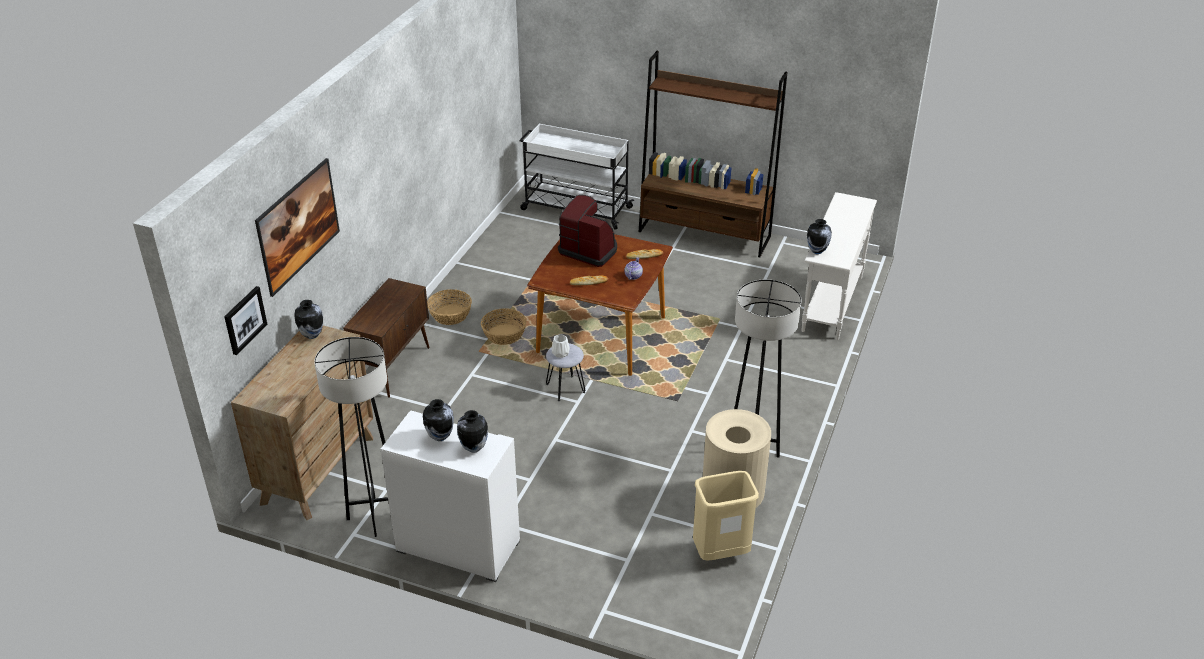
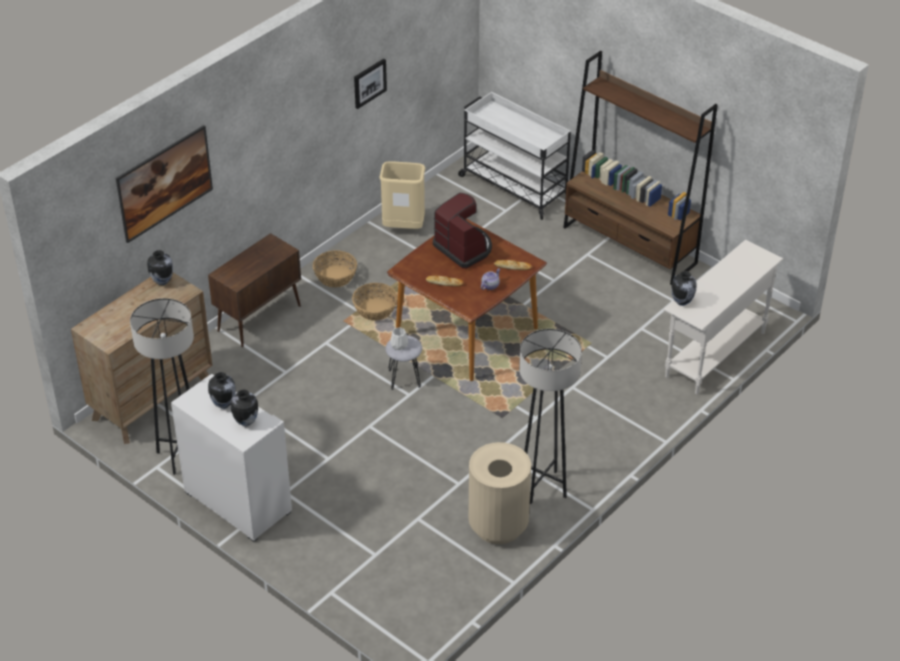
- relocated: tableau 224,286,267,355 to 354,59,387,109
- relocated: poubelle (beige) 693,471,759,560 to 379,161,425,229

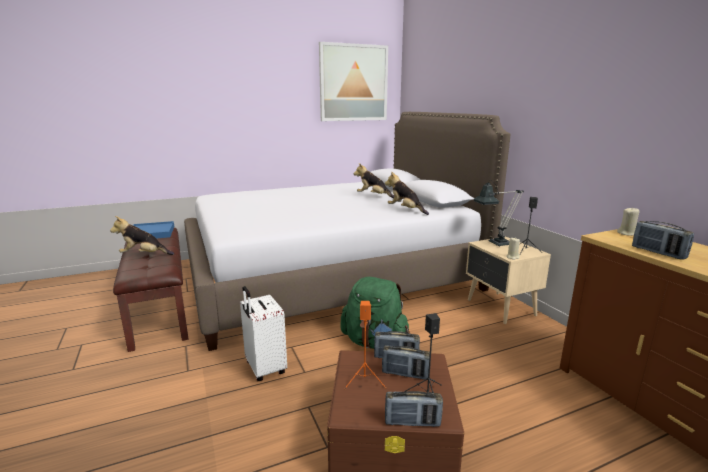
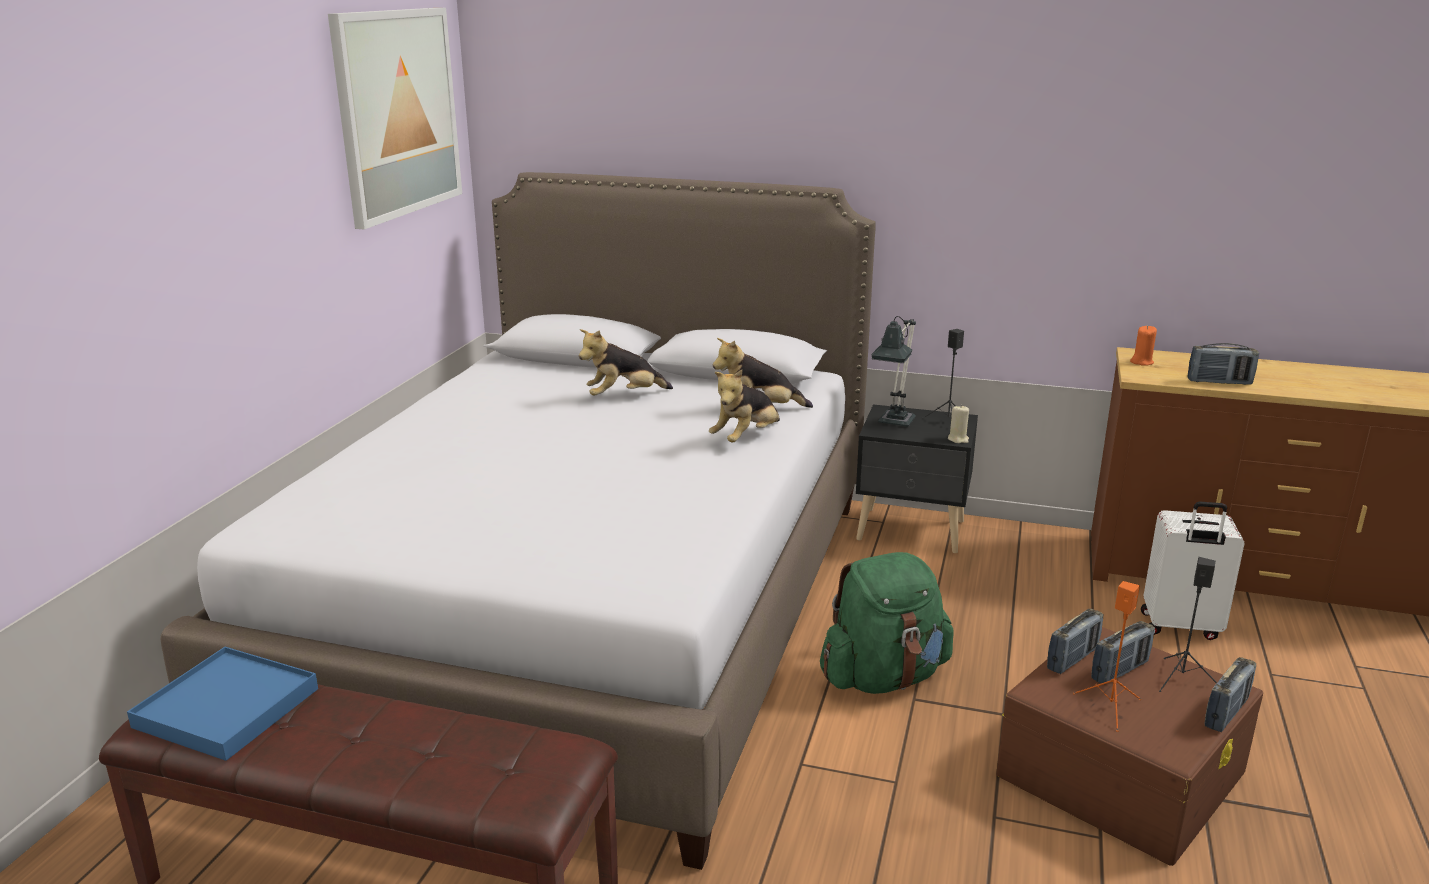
- relocated: peluche 110,216,174,255 to 709,370,780,442
- relocated: valise (blanc) 240,286,287,381 to 1141,502,1245,640
- colour: table de chevet (beige) 466,237,551,324 to table de chevet (noir) 856,405,978,553
- colour: bougie (beige) 617,207,639,236 to bougie (orange) 1130,325,1157,366

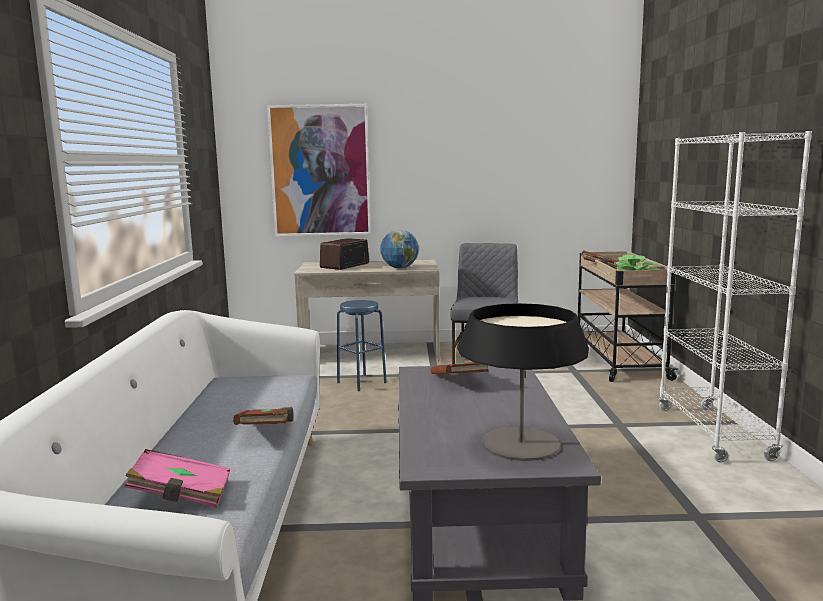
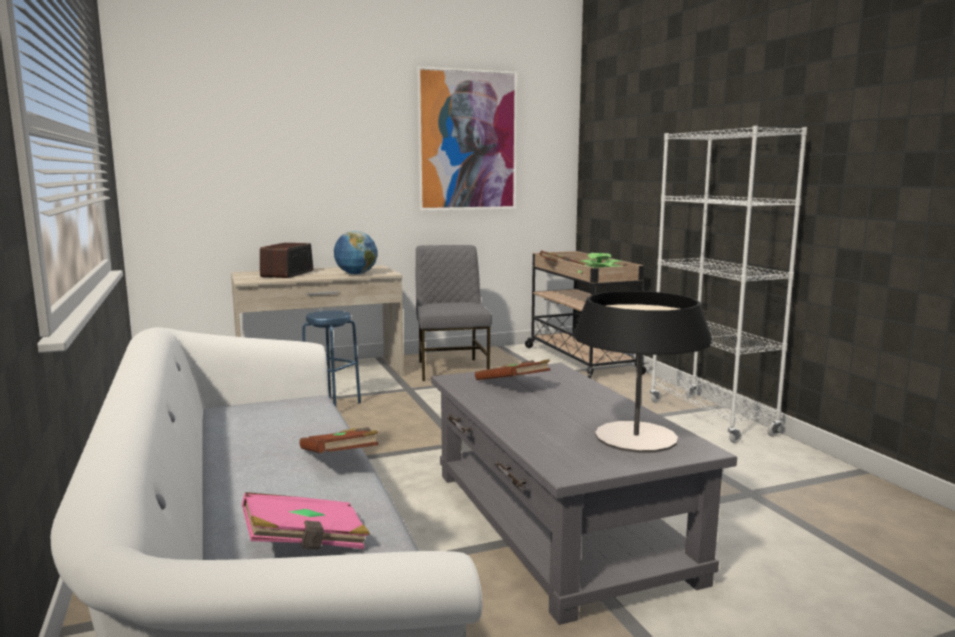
- relocated: tableau 267,104,371,236 to 417,66,517,211

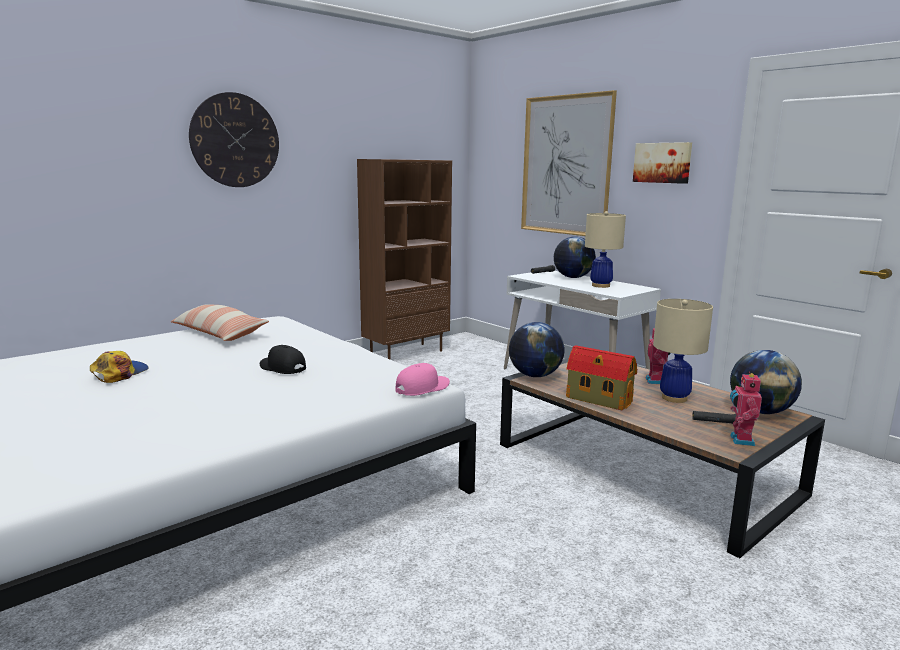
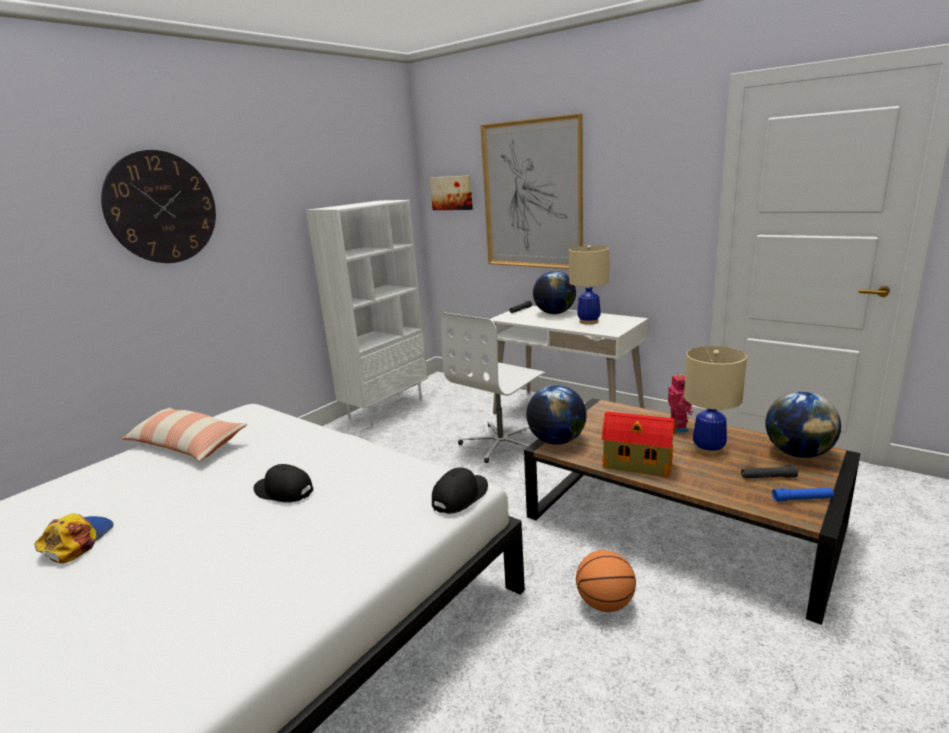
- colour: bibliothèque (marron) 357,159,452,360 to bibliothèque (blanc) 306,200,428,426
- colour: casquette (rose) 395,363,450,396 to casquette (noir) 432,467,488,514
- relocated: tableau 633,142,692,184 to 430,175,473,210
- exchanged: robot jouet 730,372,762,446 to lampe de poche (bleu) 772,488,834,502
- appeared: chaise de bureau (blanc) 441,312,545,463
- appeared: ballon de basket 576,550,636,612

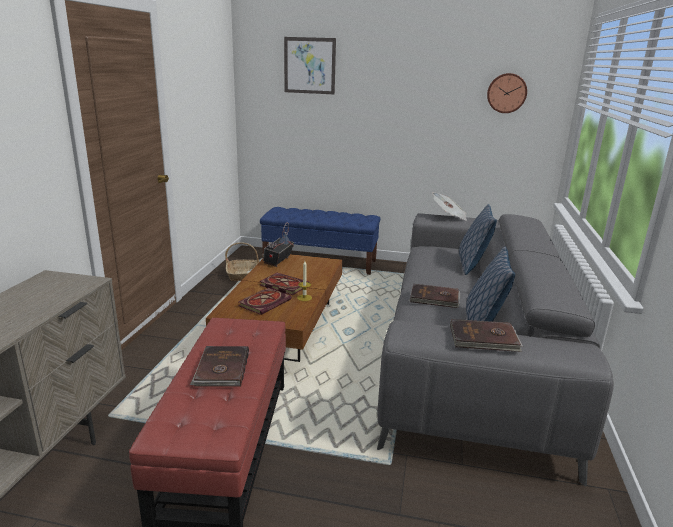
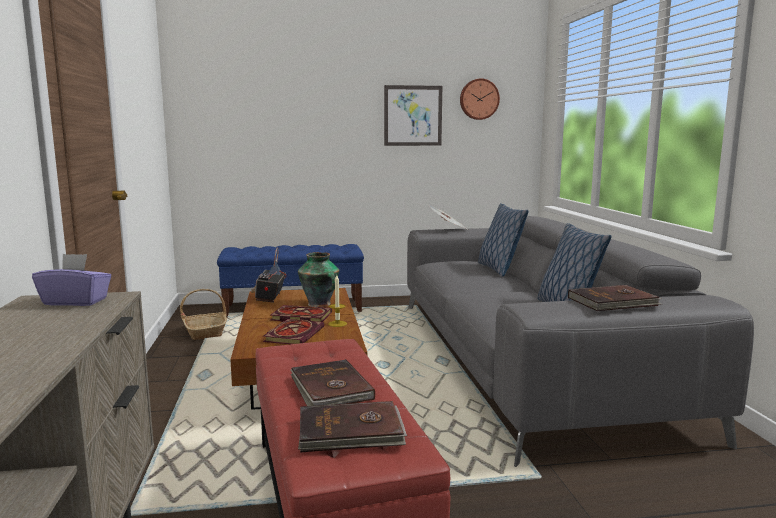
- relocated: tableau 284,37,336,94 to 384,85,442,146
- relocated: livre (marron) 409,284,460,308 to 298,401,407,453
- appeared: boîte à mouchoirs (violet) 32,254,111,306
- appeared: vase 298,252,339,307

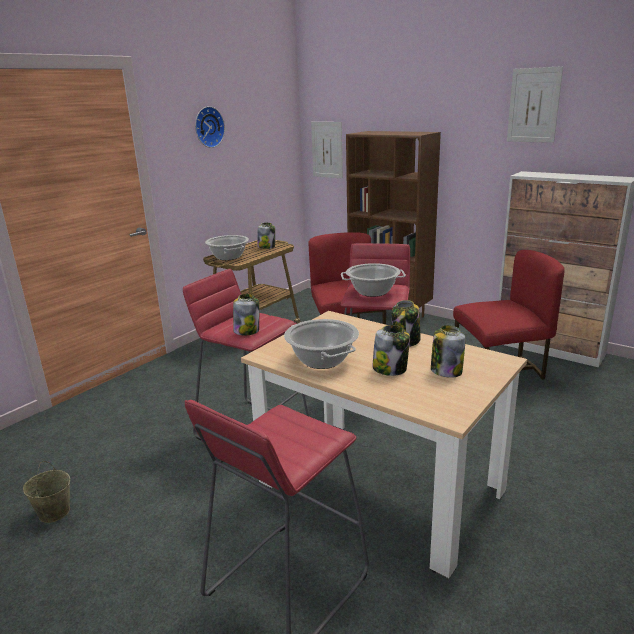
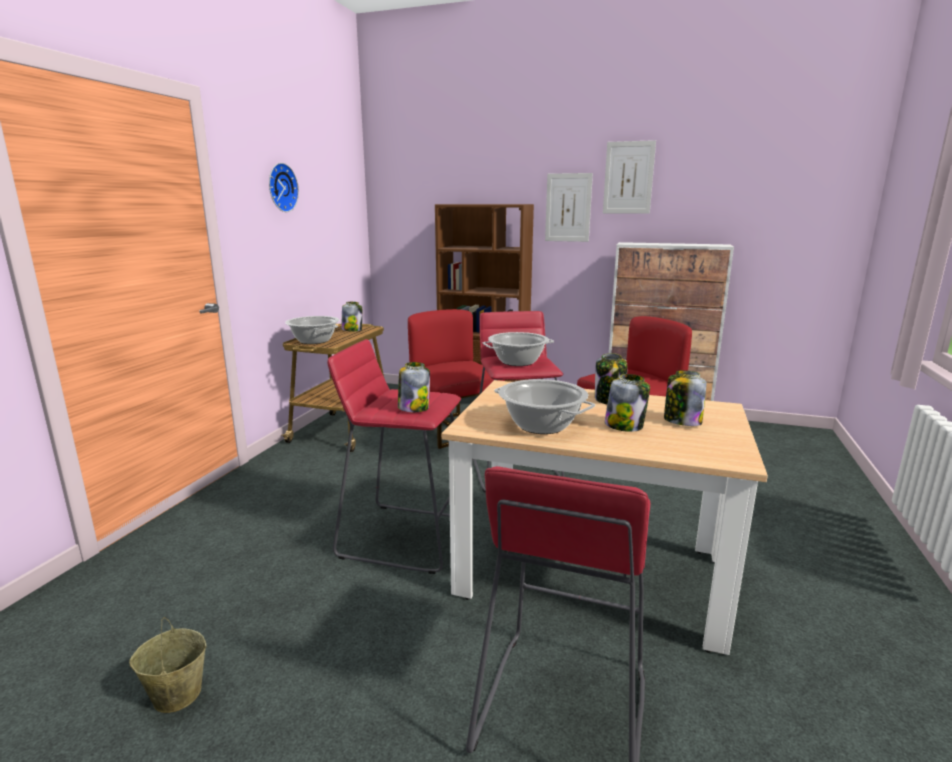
- relocated: tableau 311,122,343,178 to 545,173,593,242

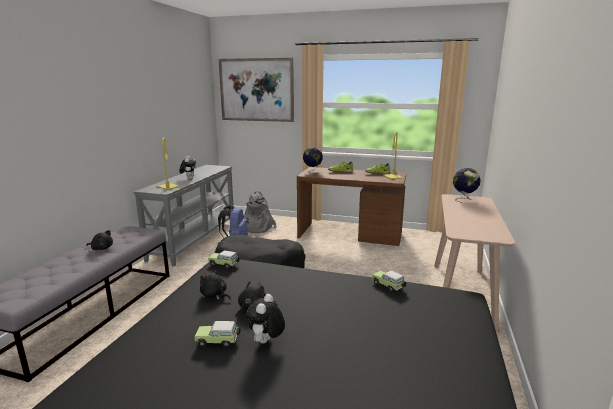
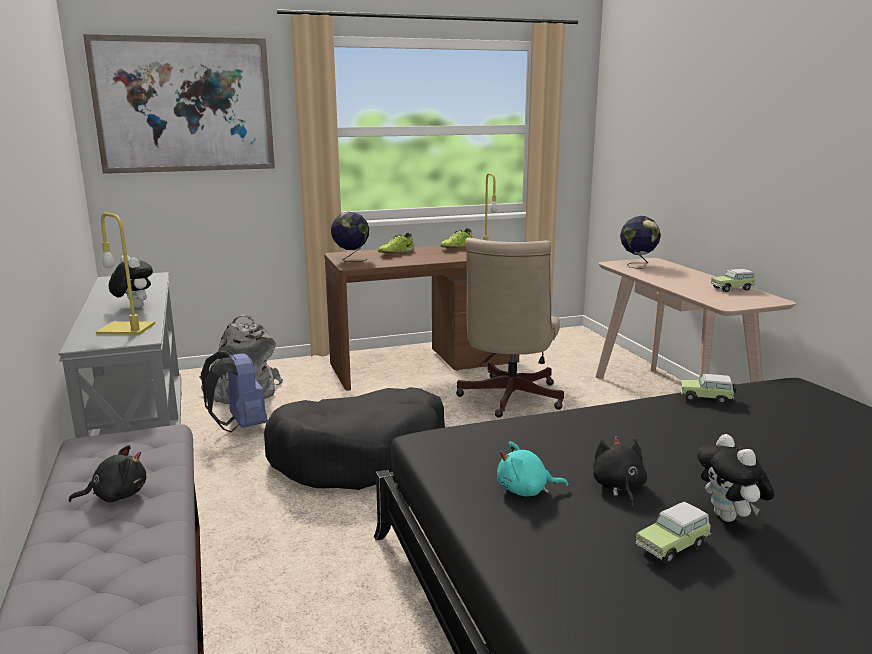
- colour: peluche (noir) 200,269,231,300 to peluche (turquoise) 497,442,568,496
- relocated: petite voiture 208,250,240,268 to 711,269,755,292
- appeared: chaise de bureau (beige) 456,238,564,418

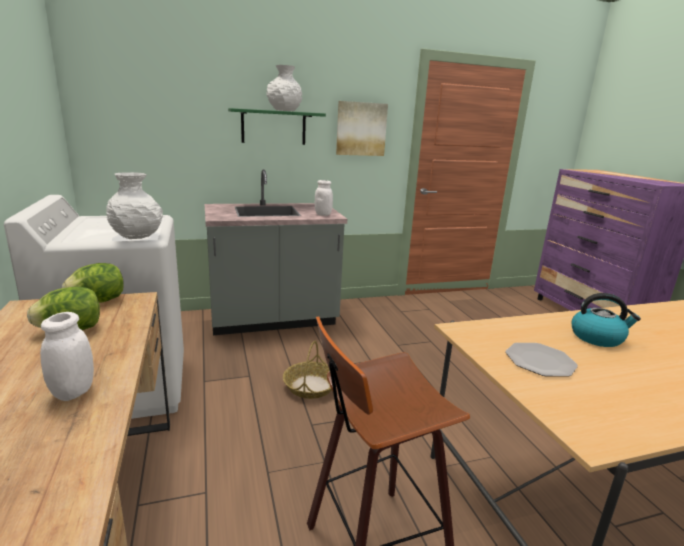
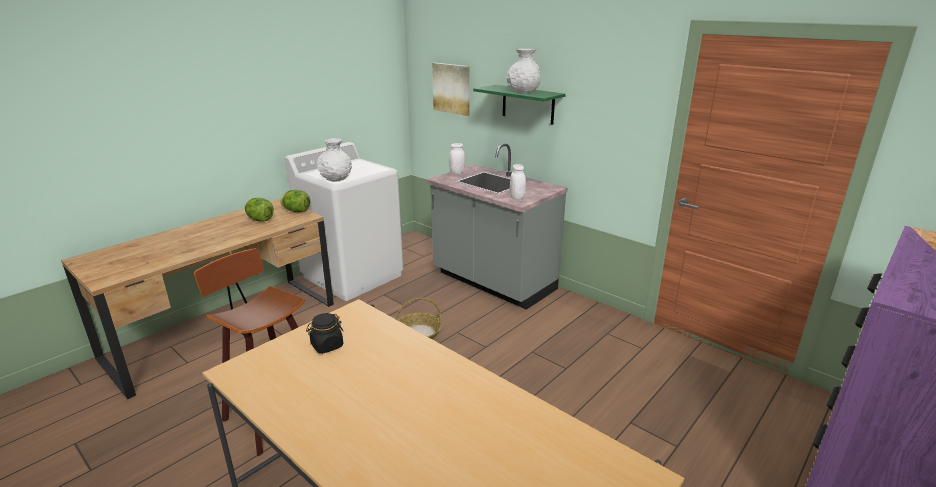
- relocated: bocal (blanc) 40,312,94,401 to 449,143,465,174
- relocated: tableau 336,101,388,156 to 432,63,470,116
- exchanged: assiette 505,343,578,377 to bocal (noir) 306,313,343,354
- missing: bouilloire 572,293,641,347

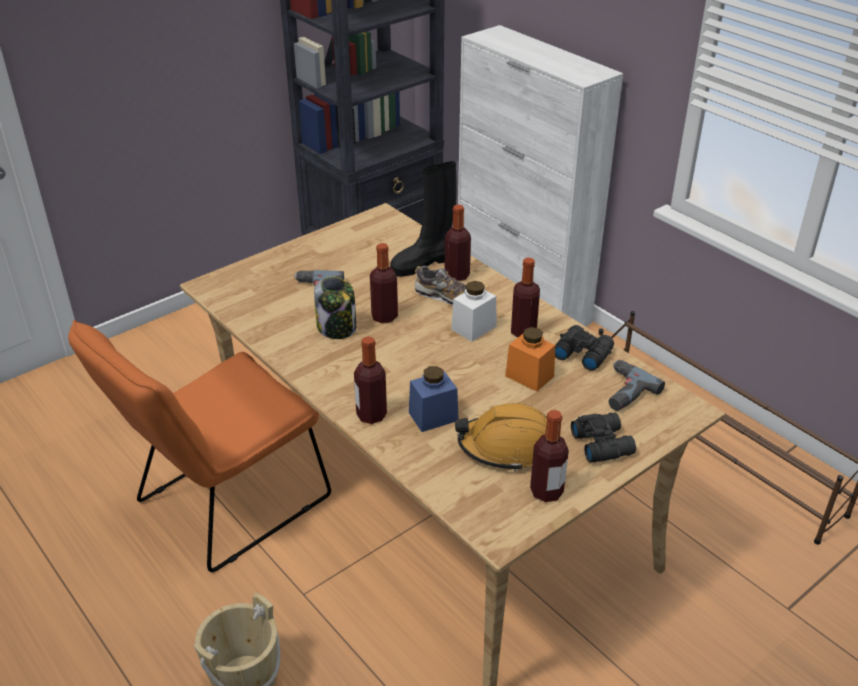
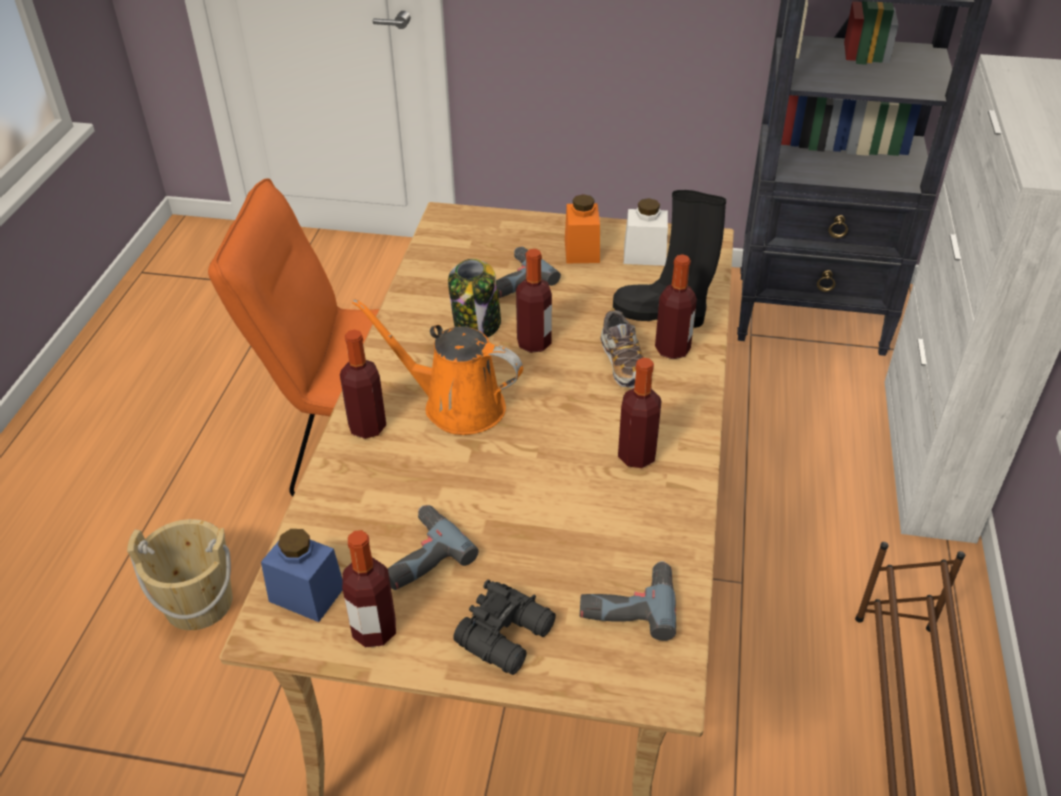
- relocated: bocal (bleu) 409,366,459,432 to 261,529,343,622
- relocated: bocal (blanc) 451,281,497,342 to 624,198,668,266
- exchanged: casque de chantier (orange) 455,403,547,471 to perceuse 388,505,479,590
- relocated: bocal (orange) 505,327,555,392 to 565,194,600,263
- missing: jumelles (noir) 555,325,614,371
- appeared: arrosoir (orange) 352,299,523,435

